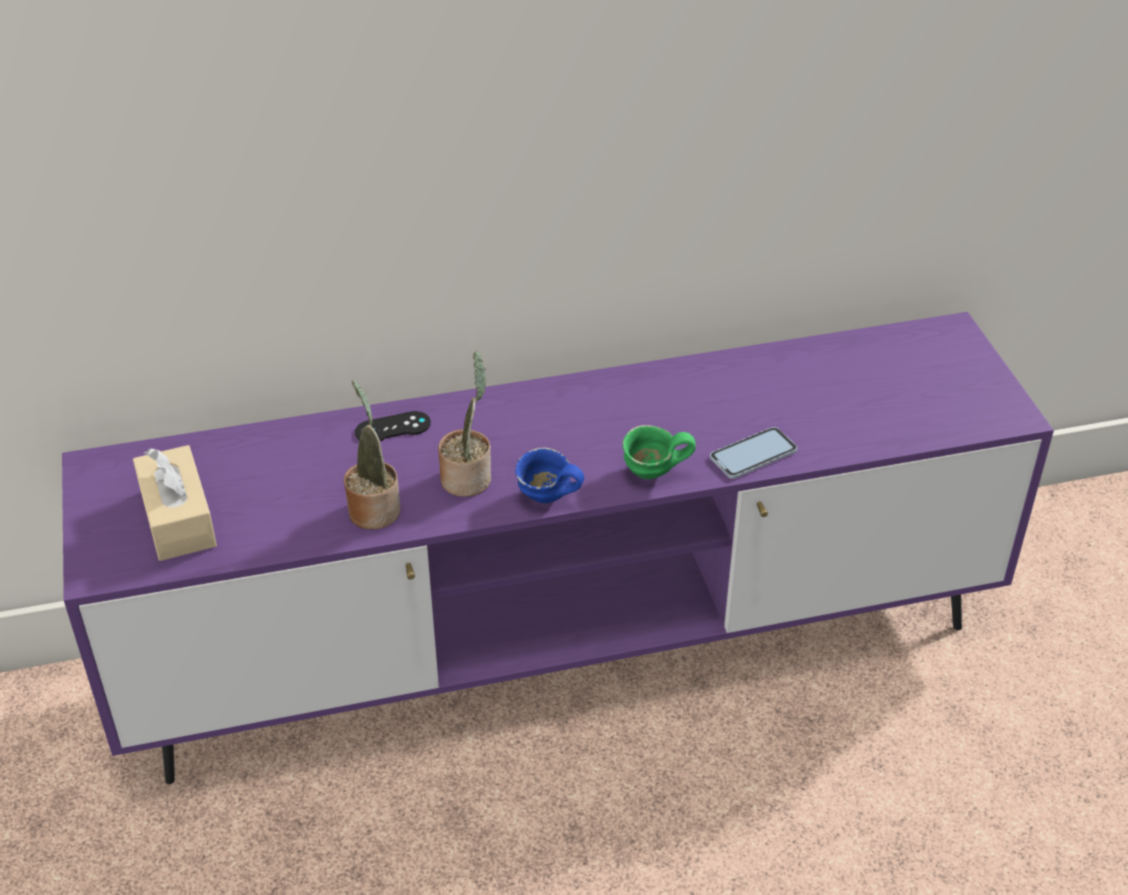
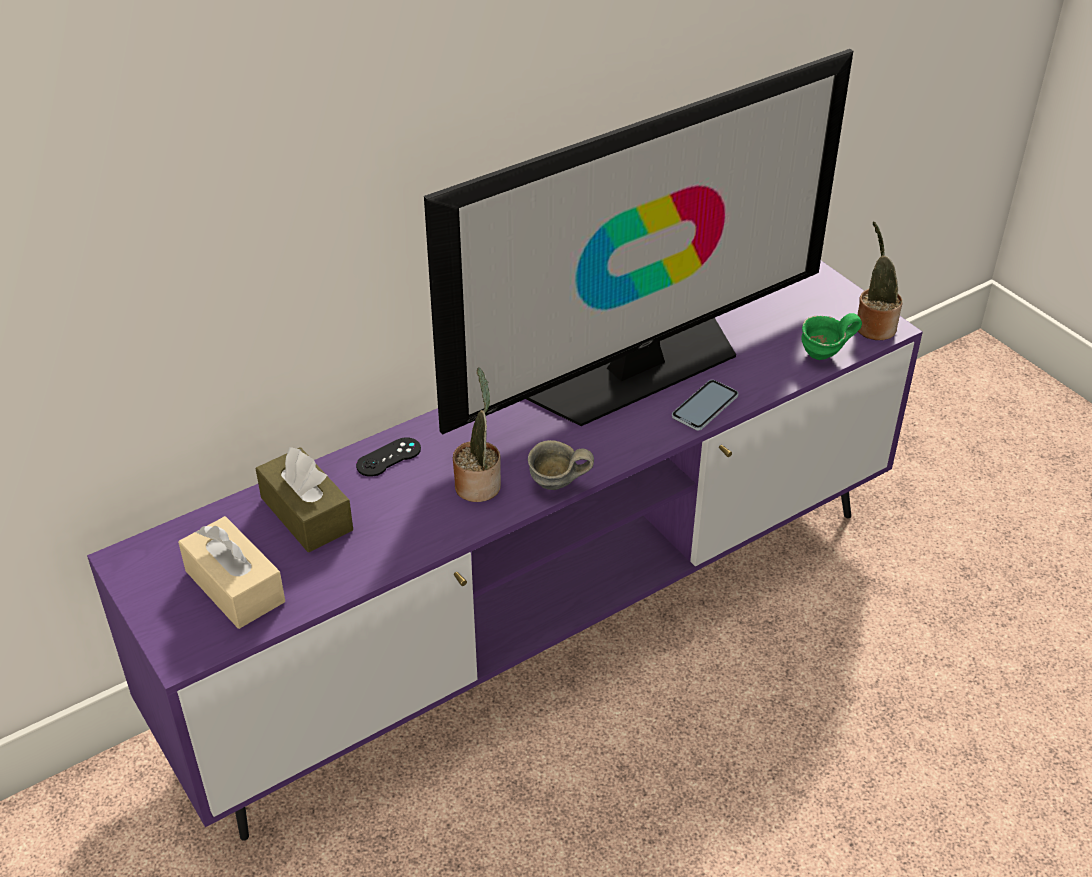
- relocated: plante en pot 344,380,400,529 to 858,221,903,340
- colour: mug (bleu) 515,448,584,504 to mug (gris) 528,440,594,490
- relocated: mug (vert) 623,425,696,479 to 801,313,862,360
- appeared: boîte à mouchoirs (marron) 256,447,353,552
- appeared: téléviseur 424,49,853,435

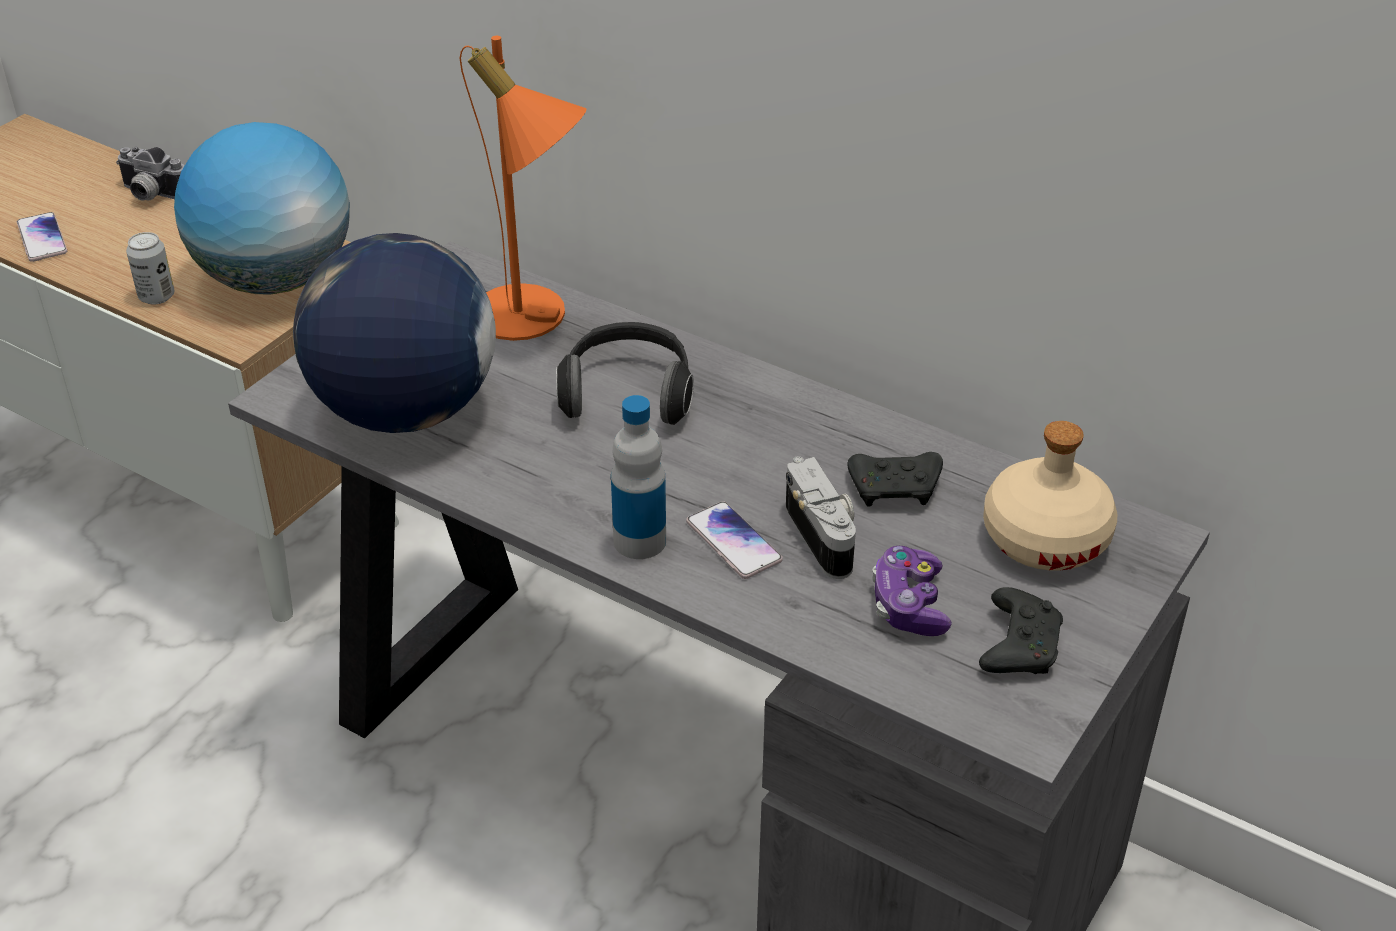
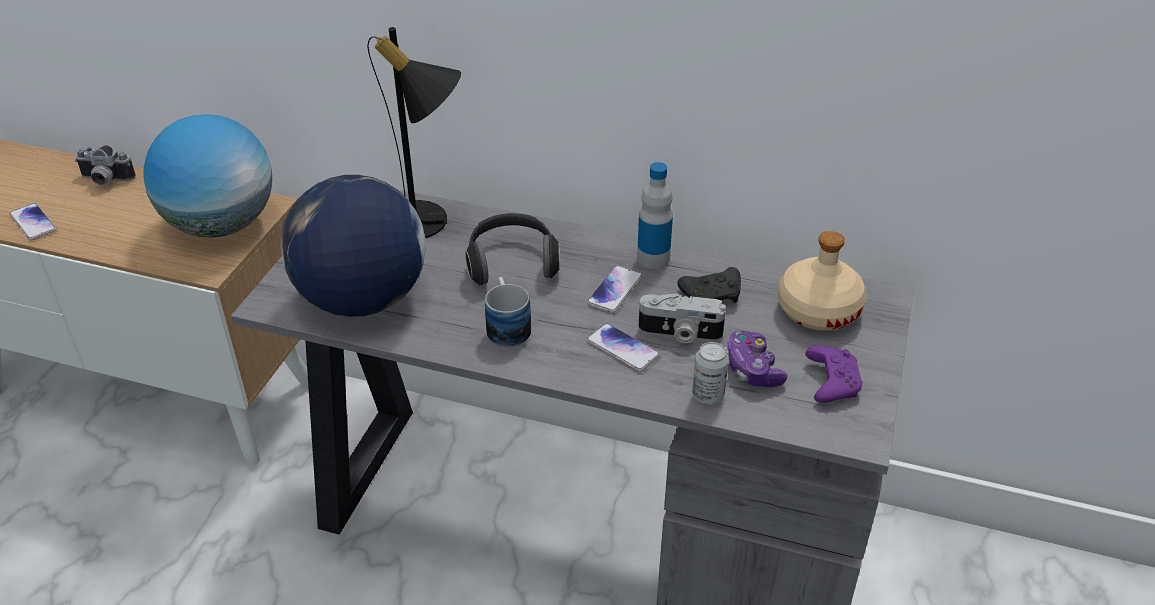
- relocated: boîte métallique 126,232,174,305 to 692,342,729,404
- colour: lampe de table (orange) 459,36,587,341 to lampe de table (noir) 367,27,461,238
- relocated: bouteille 611,395,666,559 to 637,162,673,269
- spun: appareil photo 786,456,856,579 = 638,293,726,343 135 degrees clockwise
- colour: manette (noir) 979,587,1063,674 to manette (violet) 805,345,862,403
- appeared: mug 485,277,531,347
- appeared: téléphone 587,266,643,313

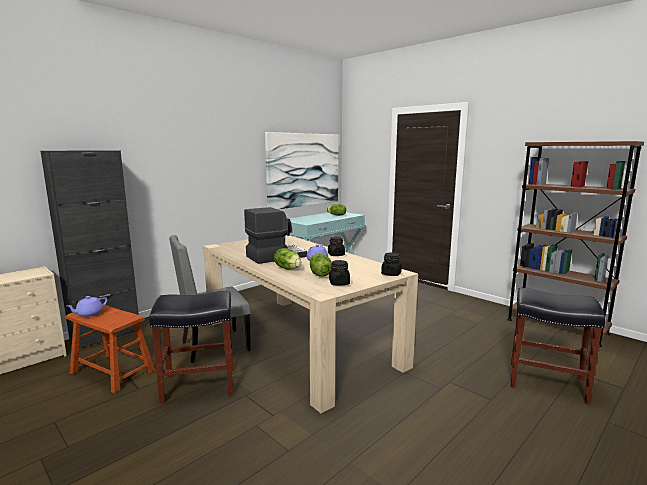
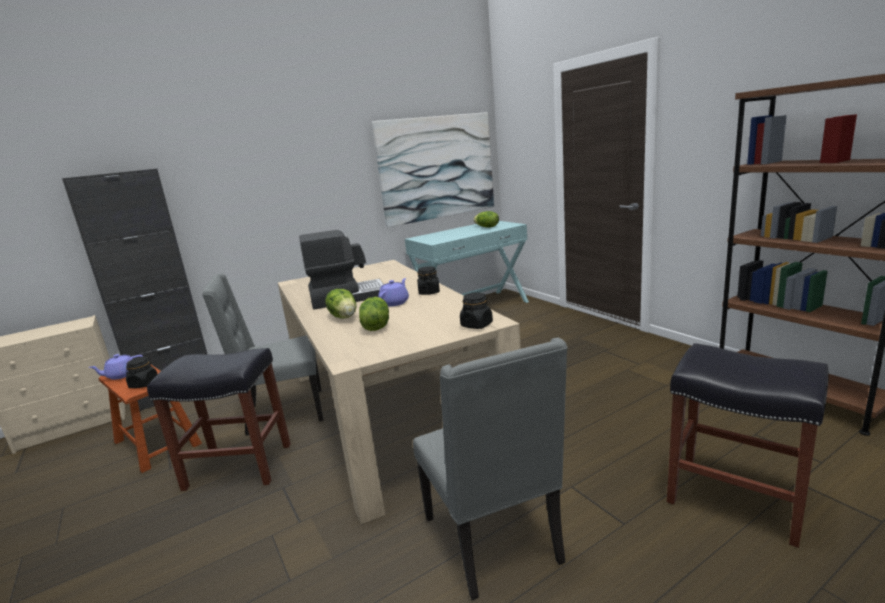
- relocated: bocal (noir) 329,260,350,285 to 126,356,157,388
- appeared: chaise (gris) 413,337,568,600

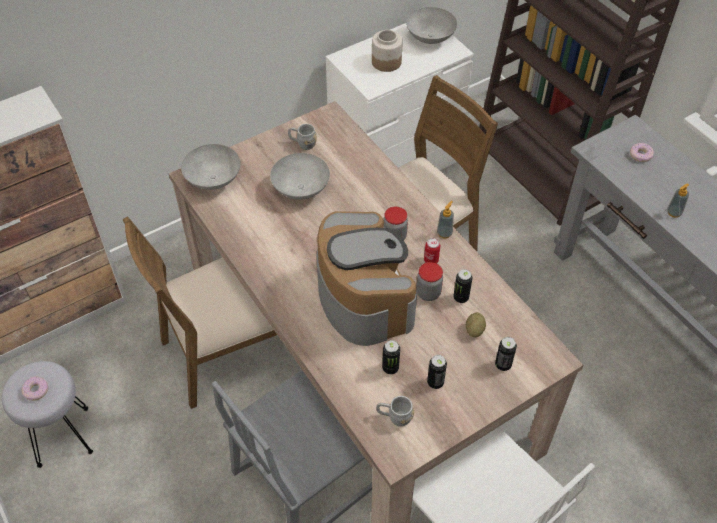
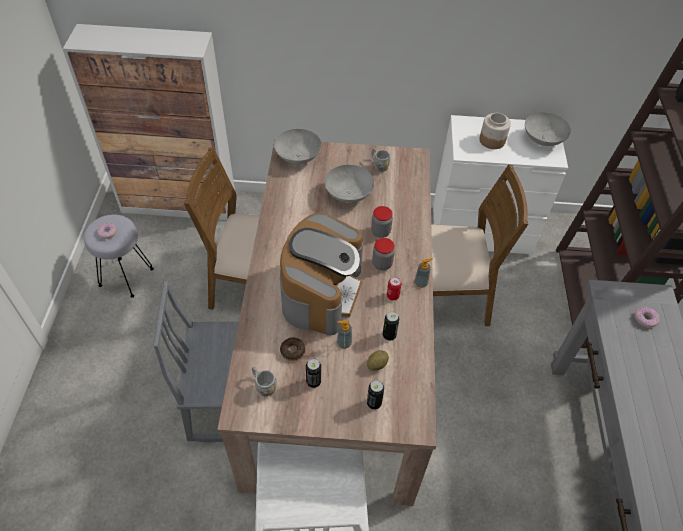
- exchanged: boîte métallique 382,340,400,374 to beignet 280,337,305,361
- relocated: bocal 416,262,443,301 to 371,206,393,238
- relocated: distributeur de savon 667,183,689,218 to 337,321,352,349

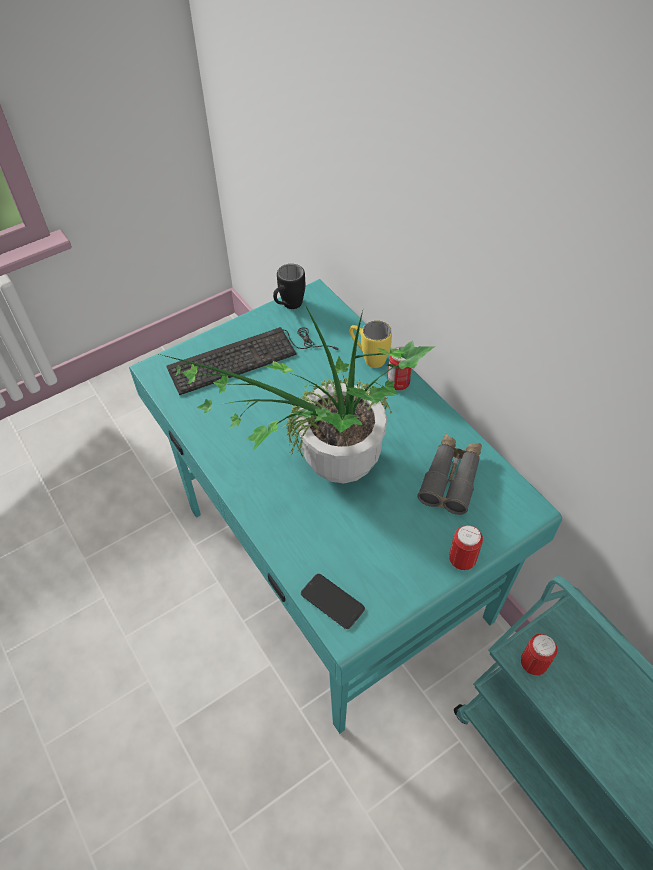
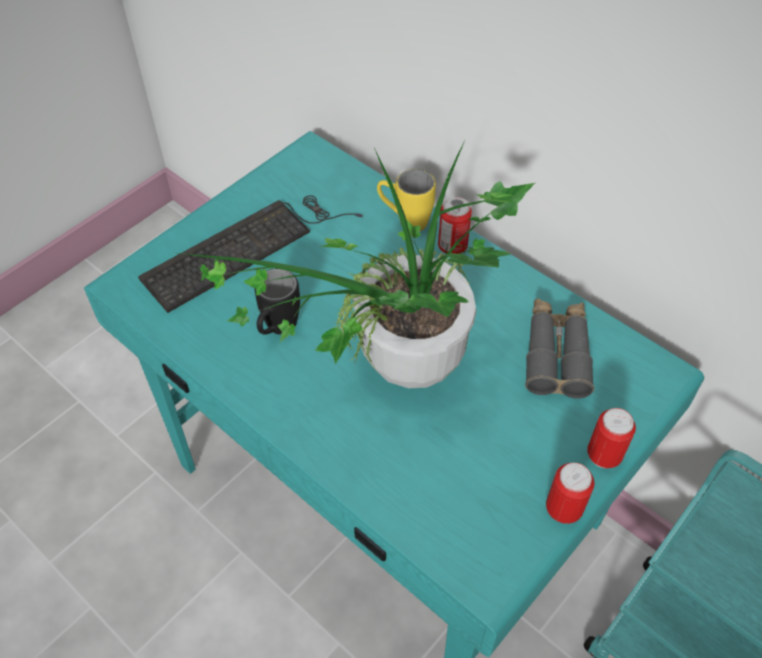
- relocated: mug (noir) 273,264,305,309 to 254,268,300,335
- missing: téléphone 301,574,365,629
- relocated: boîte métallique 521,634,557,675 to 546,463,594,524

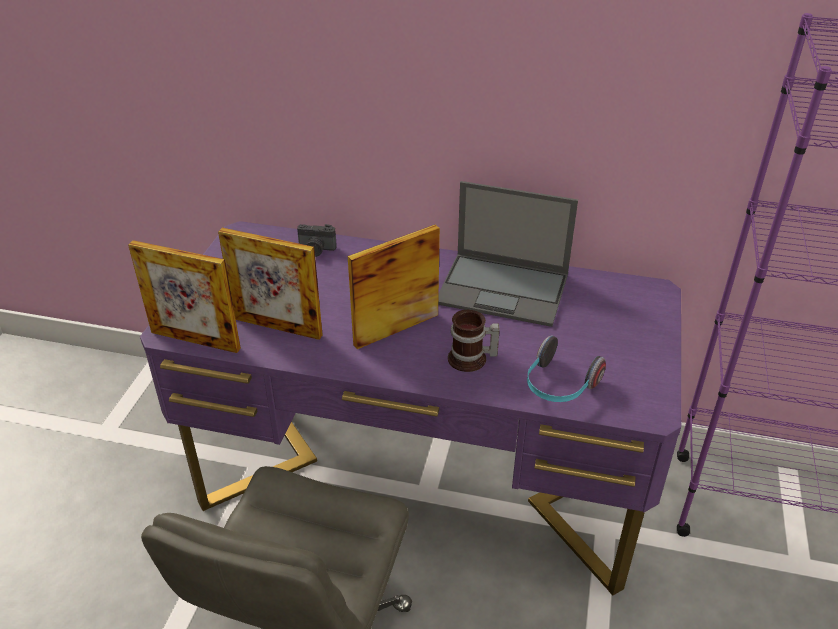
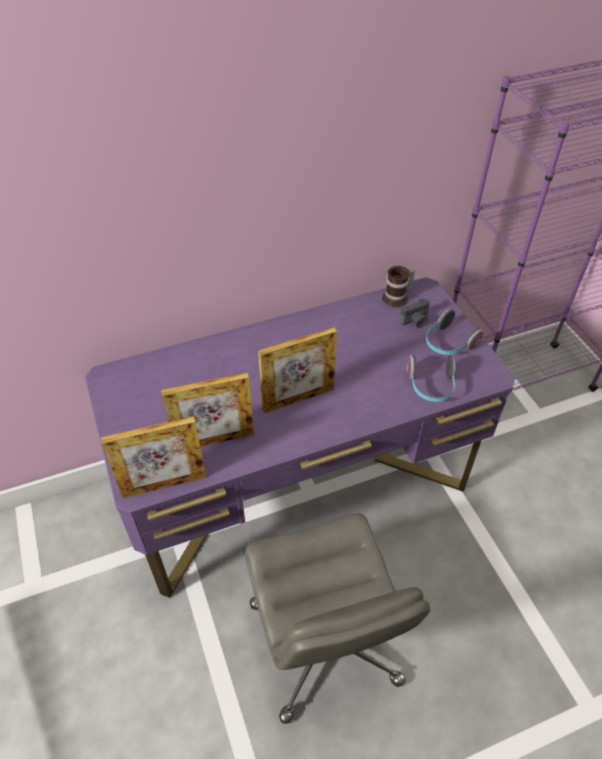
- relocated: appareil photo 297,224,337,257 to 400,299,430,328
- spun: cadre photo 348,225,440,349 = 258,327,337,413 135 degrees counterclockwise
- missing: ordinateur portable 438,181,578,327
- relocated: mug 448,309,500,372 to 382,266,415,307
- appeared: casque audio 426,309,483,355

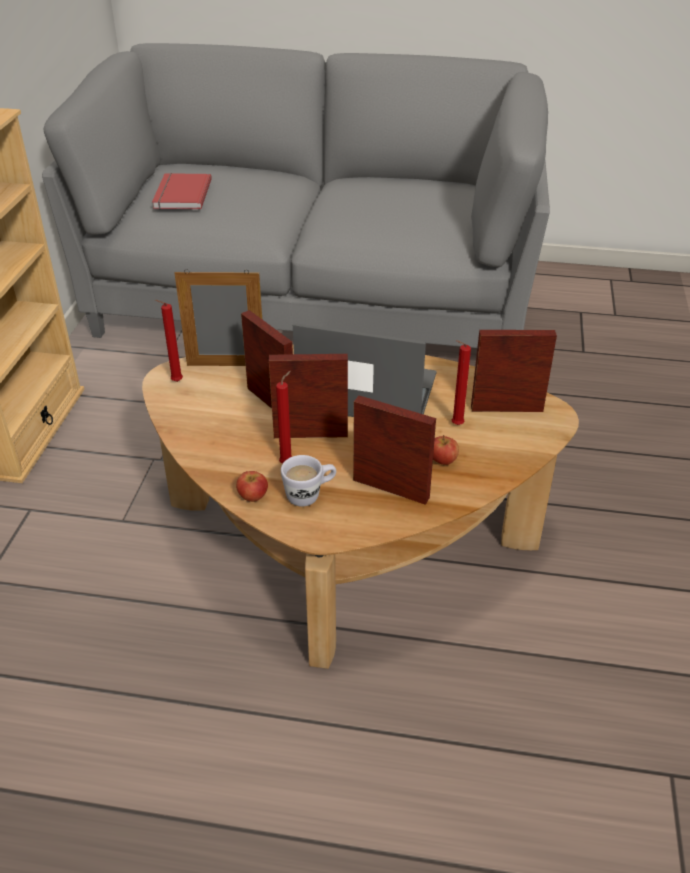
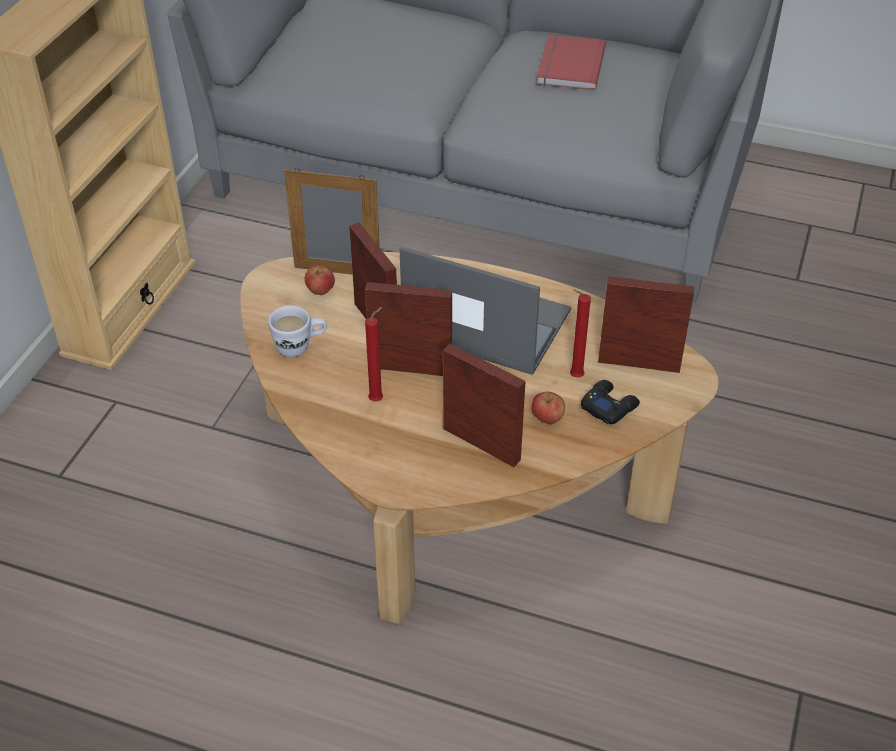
- relocated: livre (rouge) 152,173,212,209 to 536,34,606,91
- missing: bougie (rouge) 155,300,183,382
- relocated: pomme 236,471,268,502 to 305,265,335,295
- relocated: mug (blanc) 281,455,336,507 to 268,306,327,357
- appeared: manette (noir) 581,380,640,424

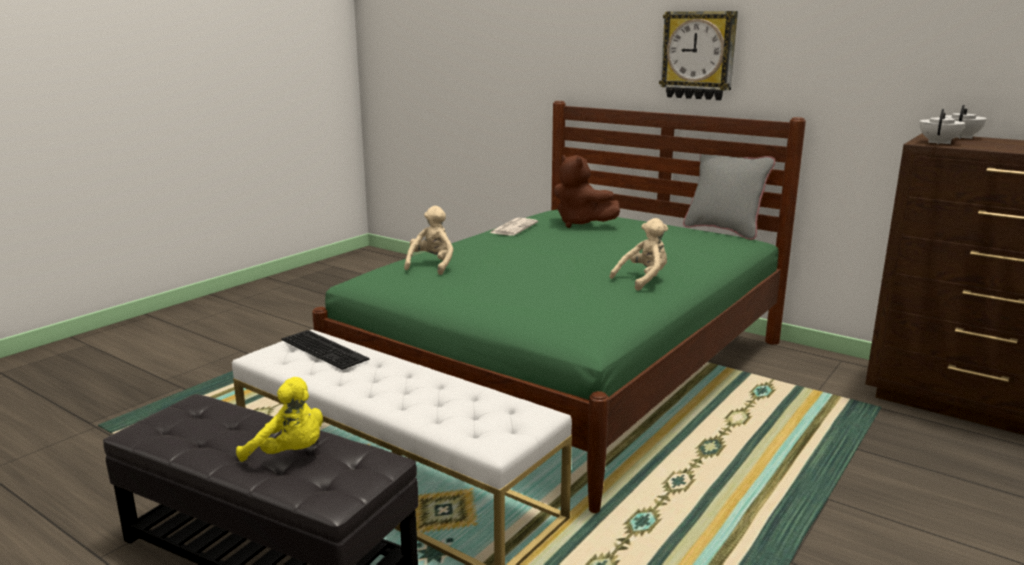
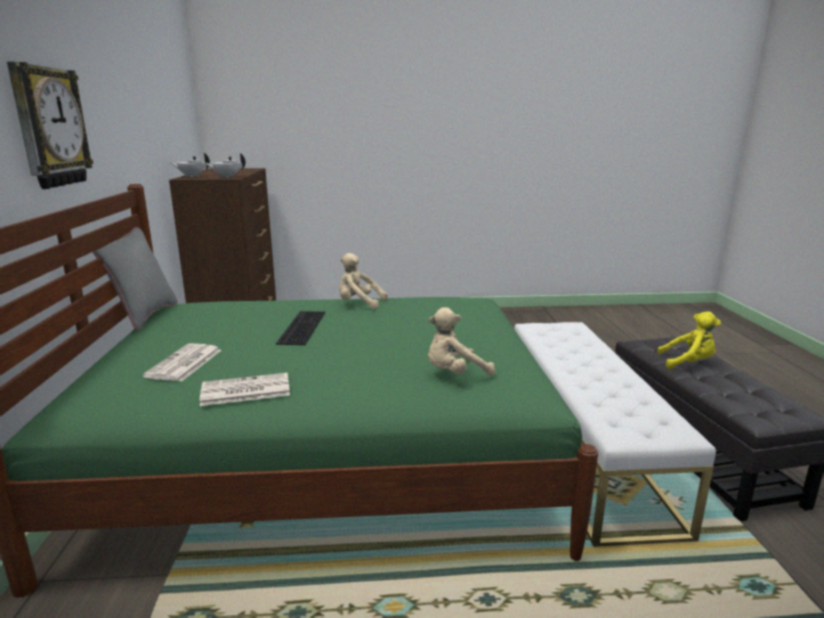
- spun: peluche (jaune) 236,377,323,462 = 657,312,721,369 120 degrees clockwise
- relocated: clavier 281,330,369,370 to 276,311,325,345
- exchanged: peluche (marron) 554,155,620,228 to journal 143,344,221,382

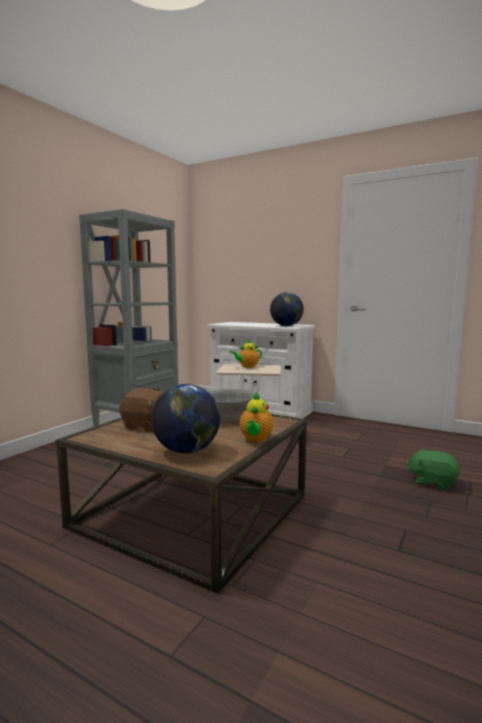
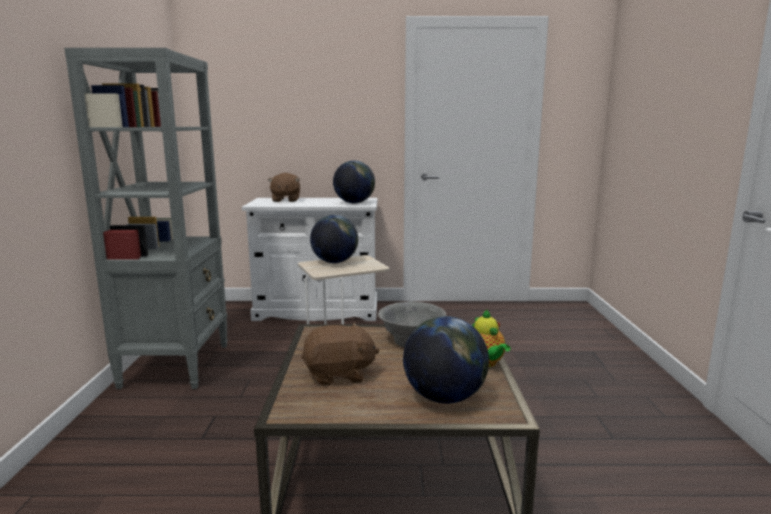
- exchanged: théière 229,339,262,368 to globe 310,215,358,263
- missing: peluche (vert) 406,448,460,490
- appeared: peluche (marron) 268,173,300,202

